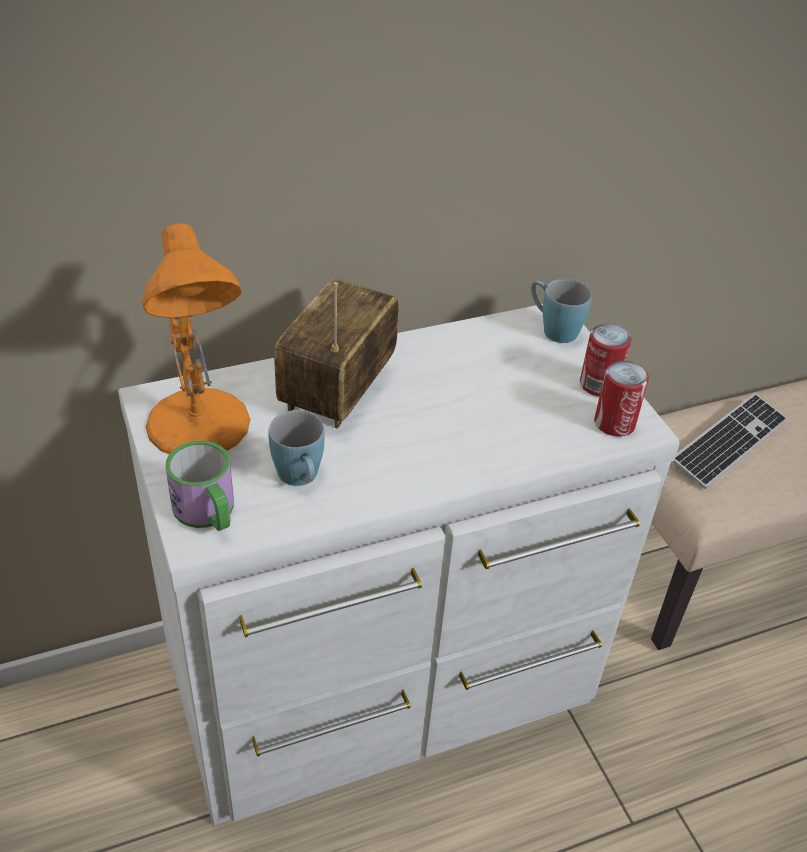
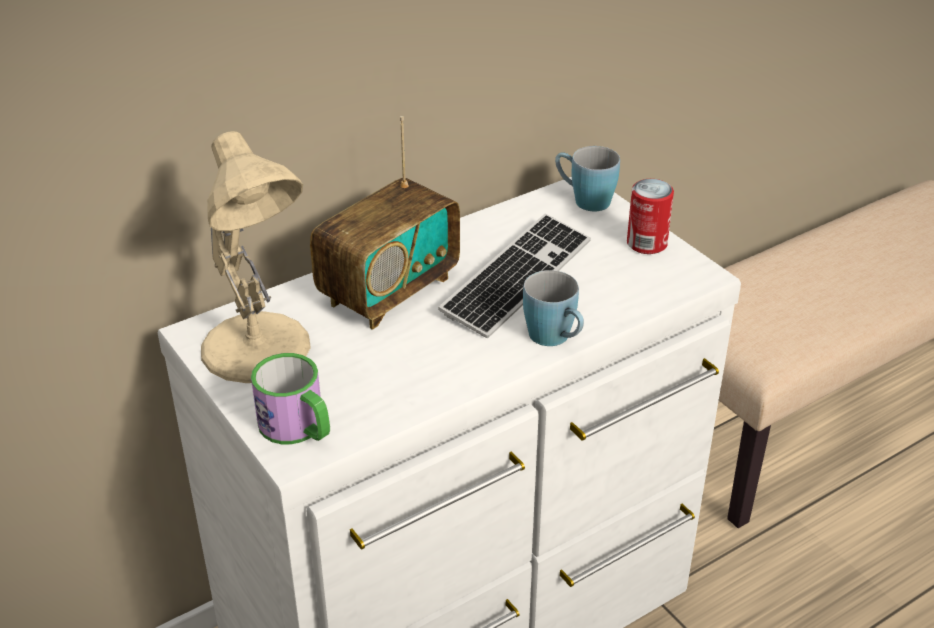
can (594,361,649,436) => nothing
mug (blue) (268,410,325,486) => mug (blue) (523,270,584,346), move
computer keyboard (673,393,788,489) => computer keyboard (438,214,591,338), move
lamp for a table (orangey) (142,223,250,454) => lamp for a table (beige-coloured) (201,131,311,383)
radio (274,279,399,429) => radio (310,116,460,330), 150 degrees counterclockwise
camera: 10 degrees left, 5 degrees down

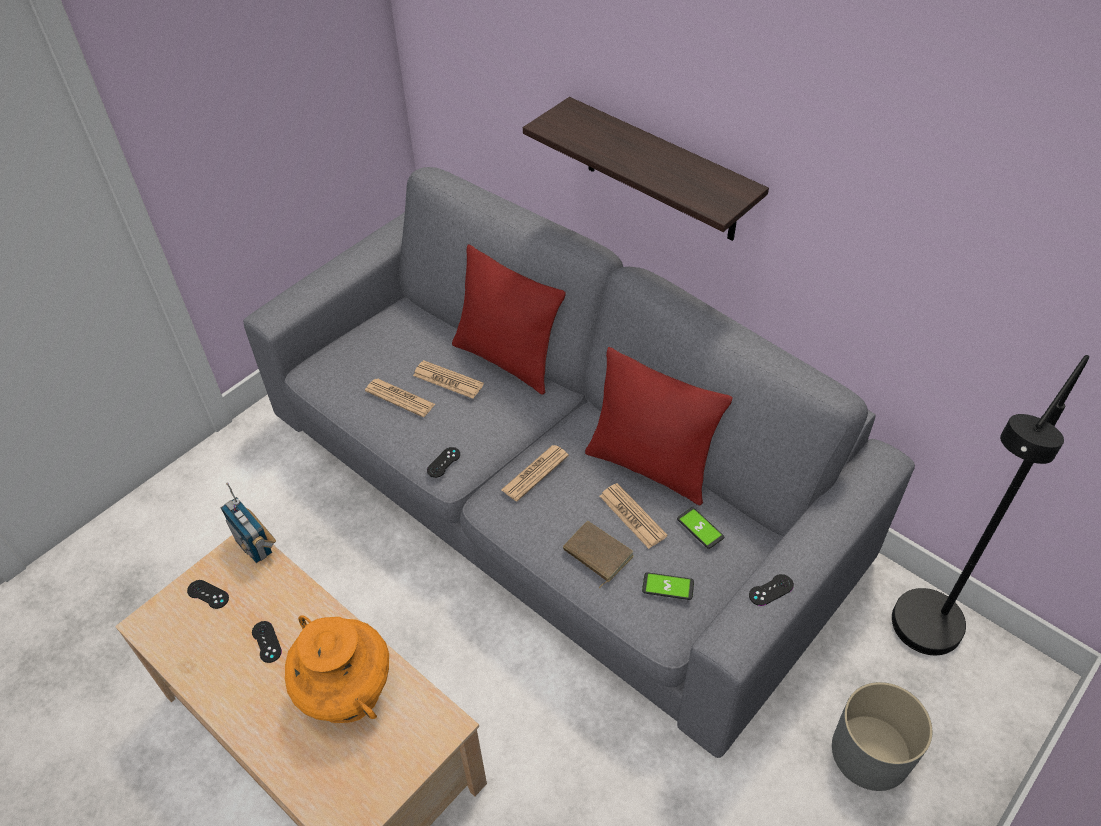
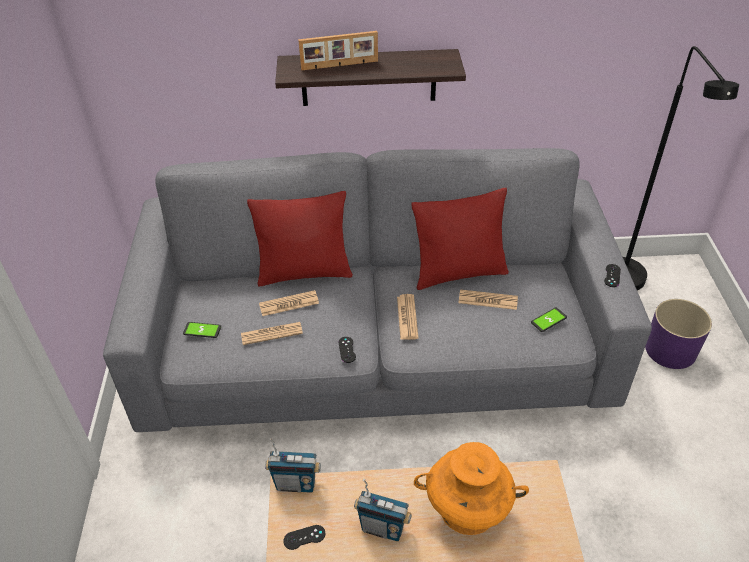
bound book (brown) (563,521,634,589) => nothing
nothing => photo frame (298,31,378,70)
telephone (677,507,724,549) => telephone (183,322,221,338), move
gamepad (black-coloured) (252,621,282,663) => radio (354,479,412,541)
plant pot (gray) (832,682,932,791) => plant pot (purple-coloured) (645,299,712,369)
camera: 45 degrees left, 5 degrees down

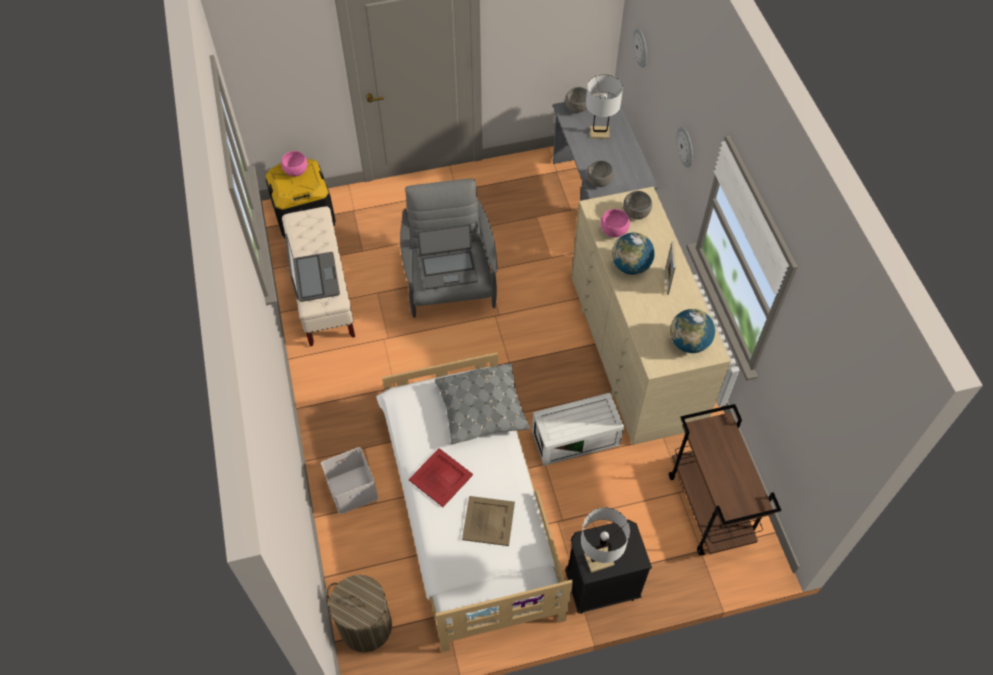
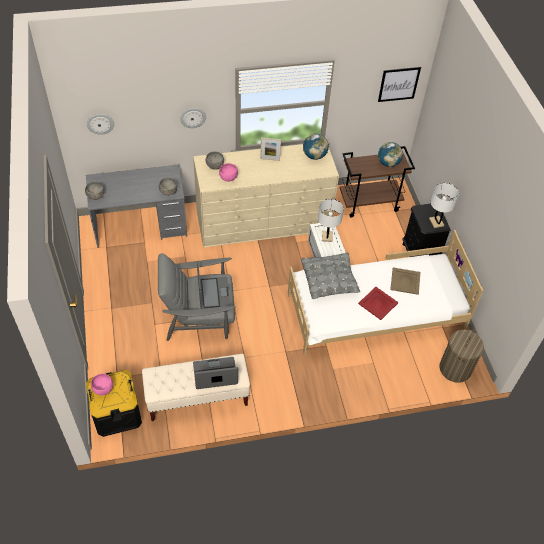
storage bin (white-coloured) (321,447,379,514) => nothing
nothing => picture (378,67,421,102)
lamp for a table (white-coloured) (586,75,623,139) => lamp for a table (white-coloured) (318,199,344,242), move
desk globe (612,233,655,275) => desk globe (378,142,403,167), move
camera: 90 degrees left, 5 degrees down

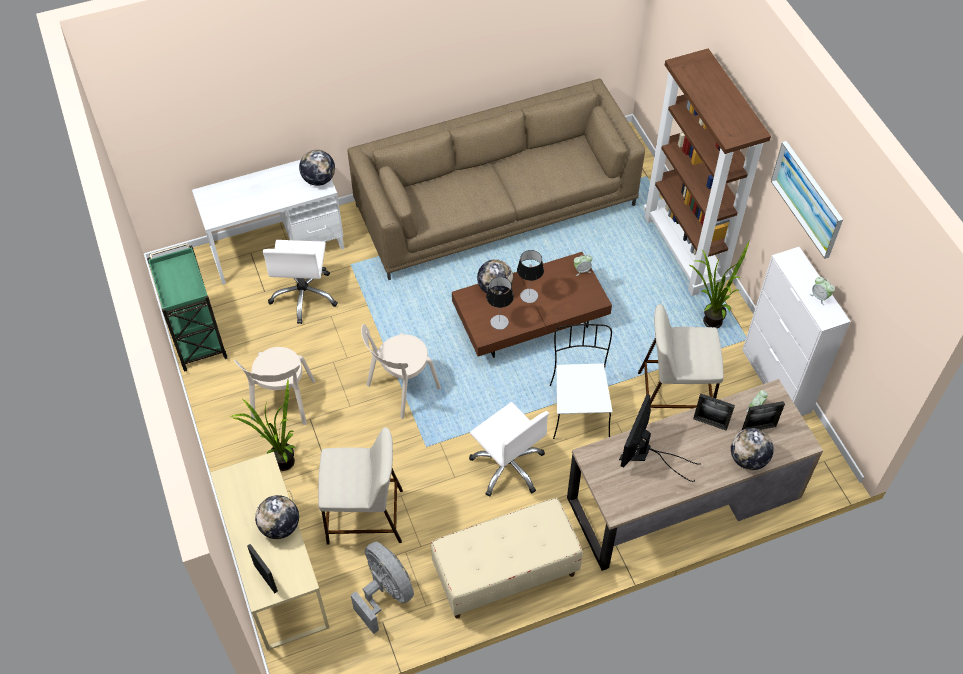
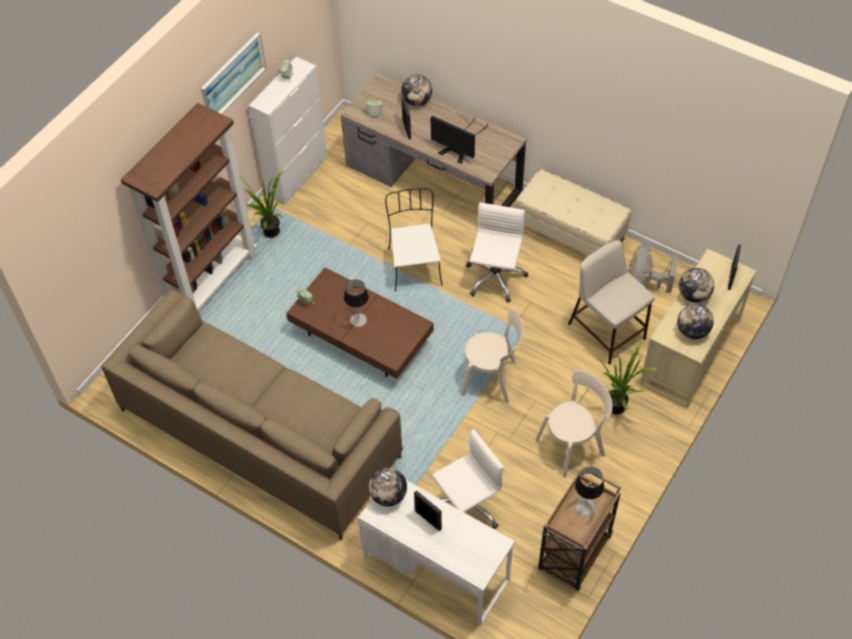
stool seat (beige-coloured) (638,304,724,408) => nothing
desk globe (477,259,513,294) => desk globe (677,304,714,339), move
lamp for a table (486,277,514,330) => lamp for a table (575,467,604,516), move
photo frame (742,401,785,430) => photo frame (414,490,442,531), move
trolley (green) (147,243,227,372) => trolley (brown) (538,471,621,591)
plain chair (white-coloured) (550,324,613,439) => plain chair (white-coloured) (385,188,443,292), 120 degrees clockwise
computer screen (619,394,701,482) => computer screen (431,116,488,164), 45 degrees clockwise
camera: 125 degrees left, 0 degrees up

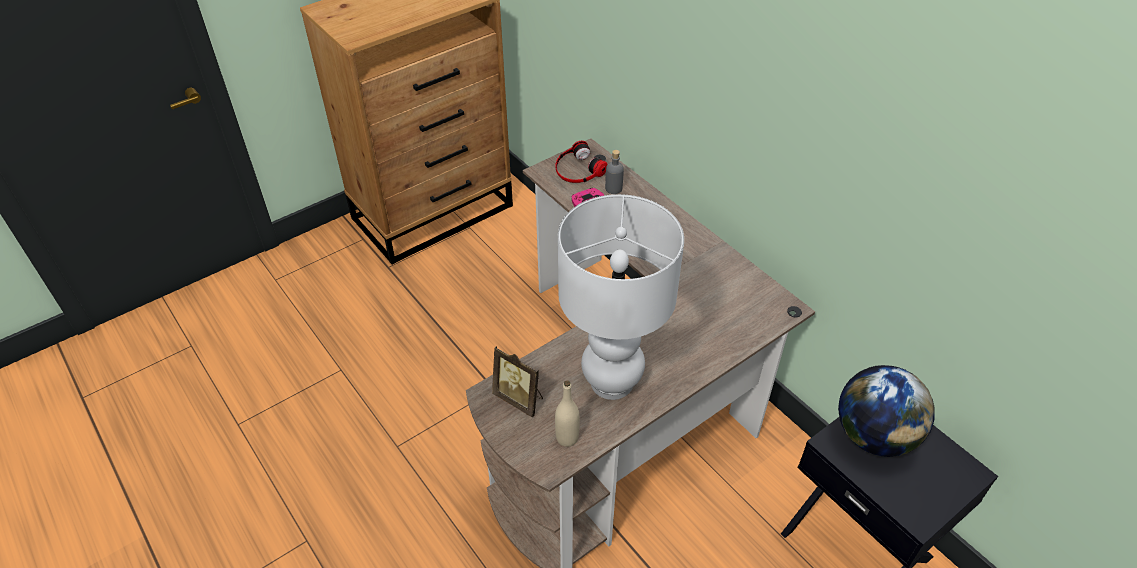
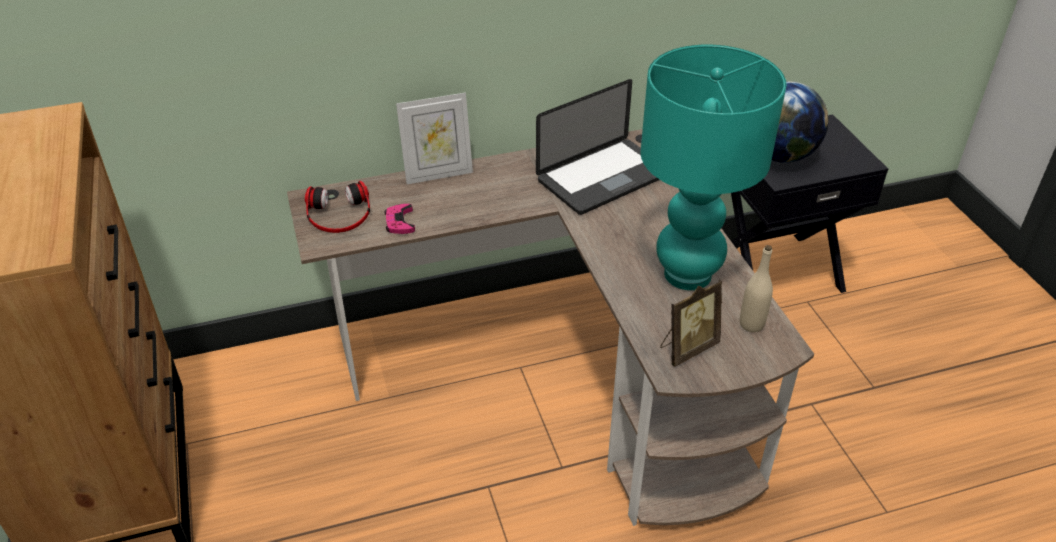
beverage bottle (gray) (605,150,624,194) => nothing
nothing => photo frame (396,92,473,184)
nothing => laptop (536,79,660,215)
lamp for a table (white-coloured) (558,194,684,400) => lamp for a table (blue-green) (640,45,787,290)
camera: 70 degrees left, 5 degrees down

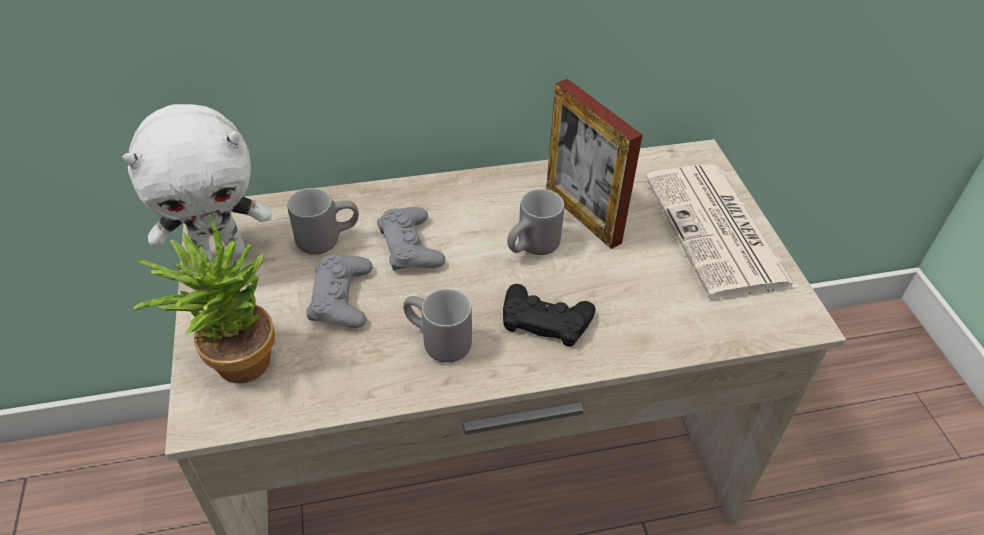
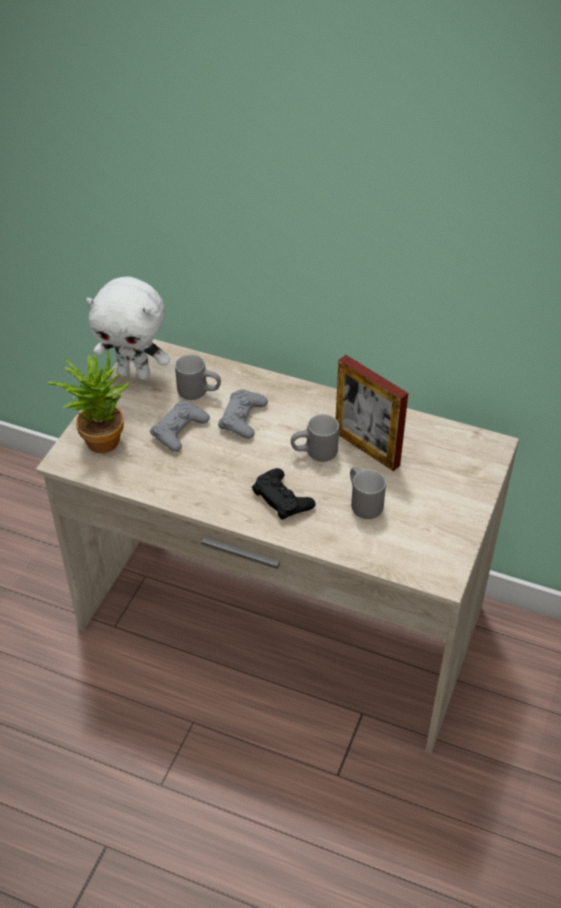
daily paper (645,164,798,299) => nothing
mug (gray) (403,289,472,363) => mug (gray) (350,467,386,519), move
photo frame (546,79,643,249) => photo frame (336,355,408,471), 45 degrees counterclockwise
camera: 35 degrees right, 0 degrees up

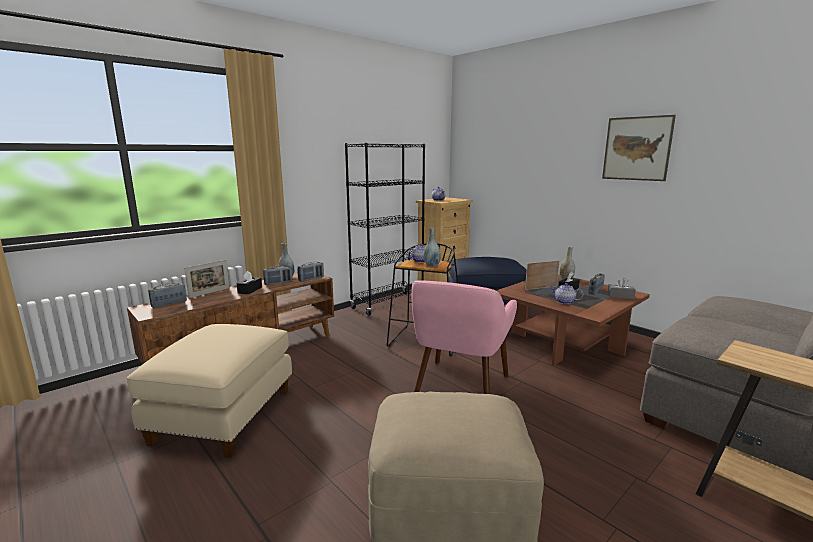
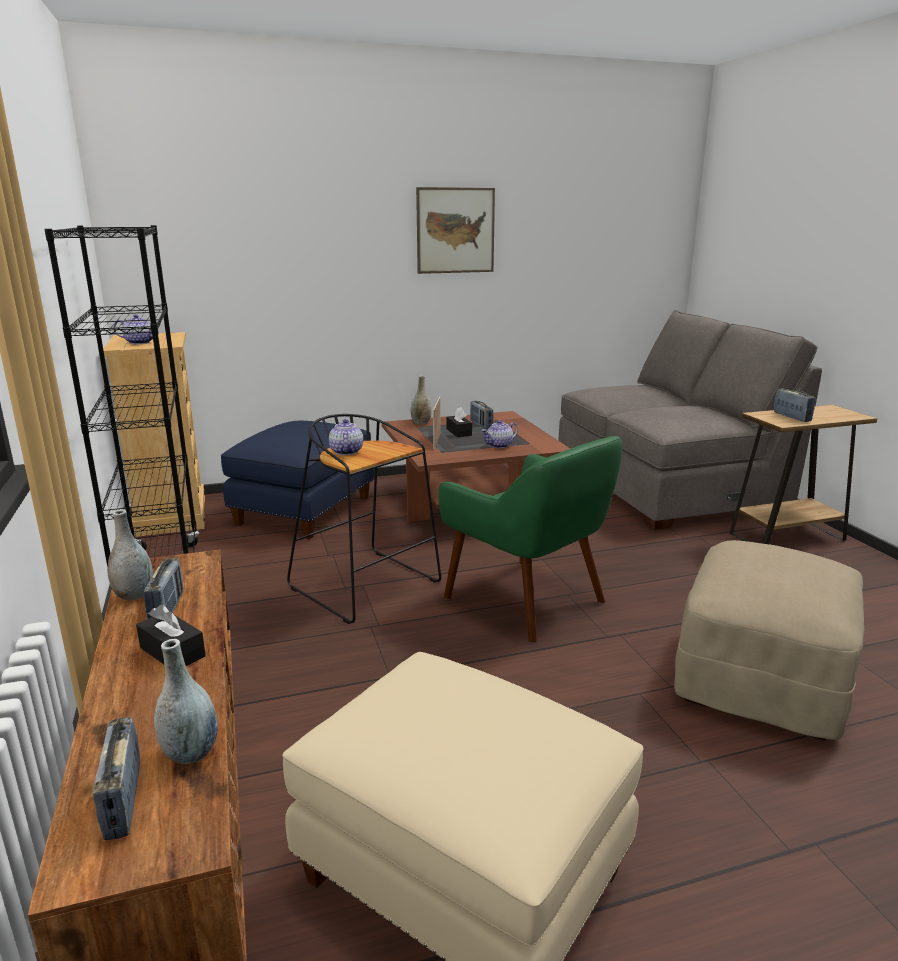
photo frame (184,260,230,298) => nothing
box of tissues (gray) (607,278,636,299) => nothing
radio (298,262,324,282) => radio (774,388,816,422), move
decorative vase (gray) (424,228,441,267) => decorative vase (gray) (154,639,218,764), move
armchair (pinkish) (412,280,517,394) => armchair (green) (438,436,622,643)
camera: 65 degrees left, 5 degrees up

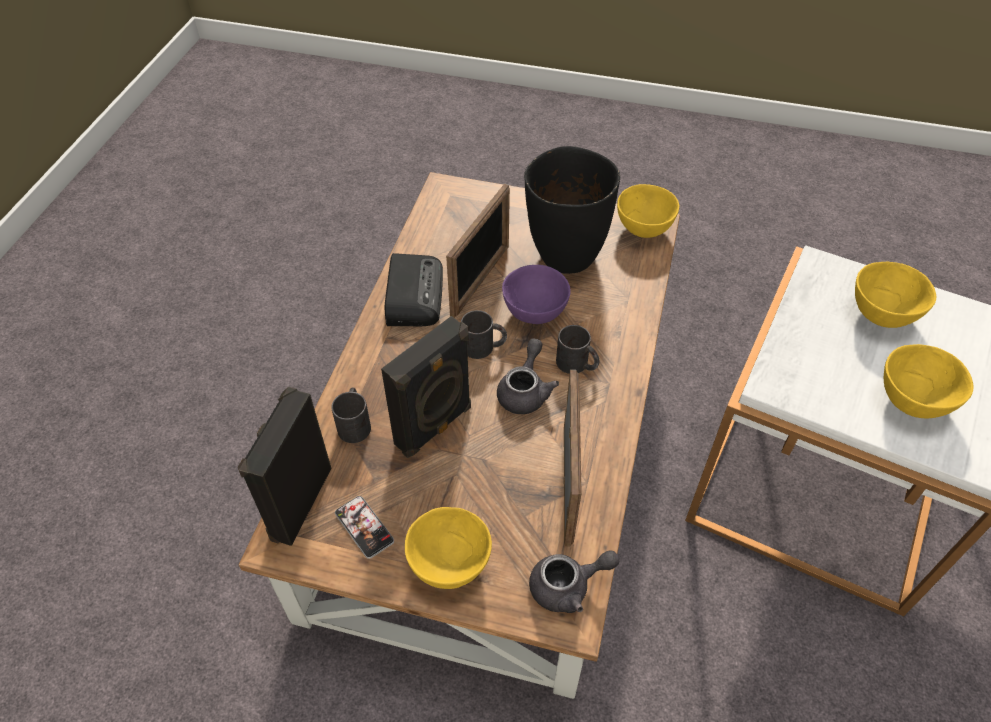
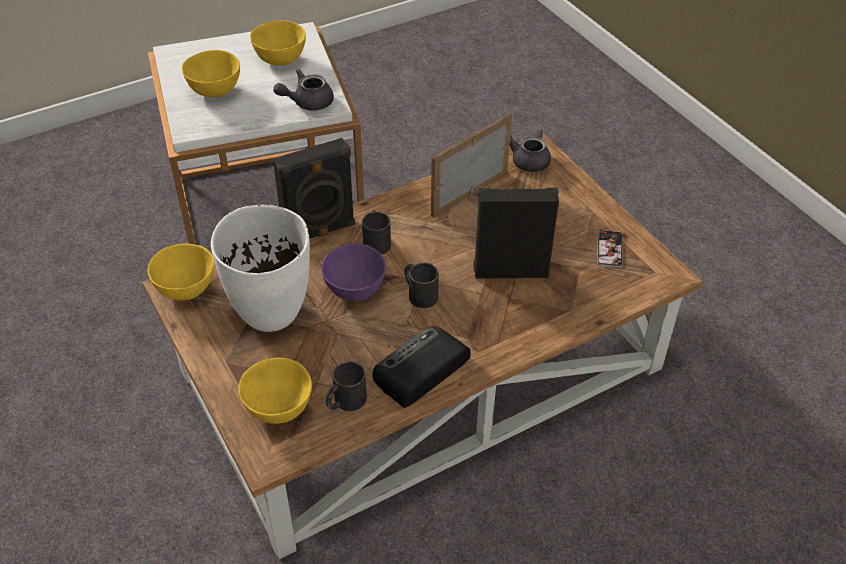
photo frame (446,183,510,318) => nothing
audio speaker (black-coloured) (238,386,331,546) => audio speaker (black-coloured) (273,138,355,239), move
mug (black-coloured) (331,387,371,443) => mug (black-coloured) (326,361,367,411), move
bowl (yellow-coloured) (405,507,492,589) => bowl (yellow-coloured) (238,358,312,424), move
teapot (gray) (497,338,559,414) => teapot (gray) (273,69,334,111), move
decorative vase (black-coloured) (524,146,620,274) => decorative vase (white-coloured) (211,205,310,332)
camera: 135 degrees left, 5 degrees down

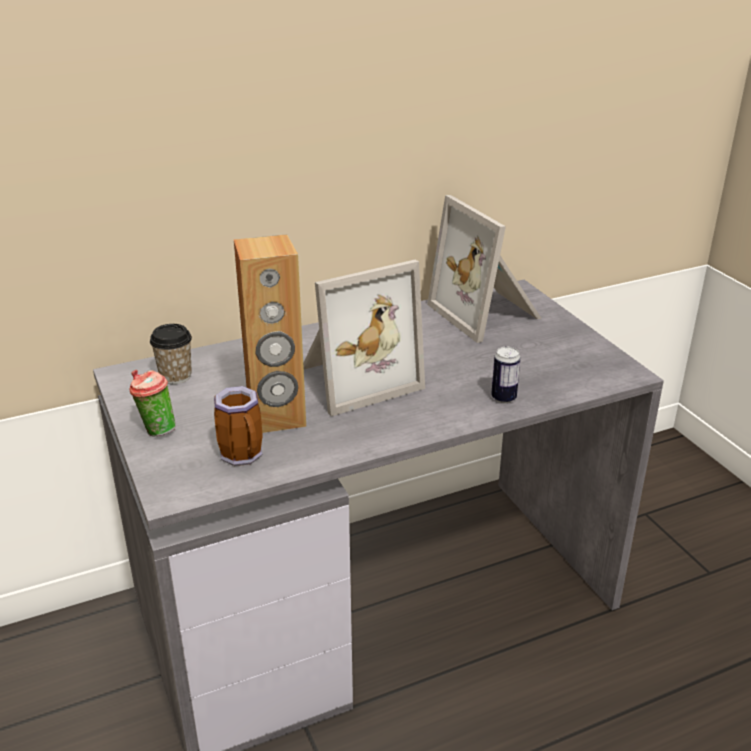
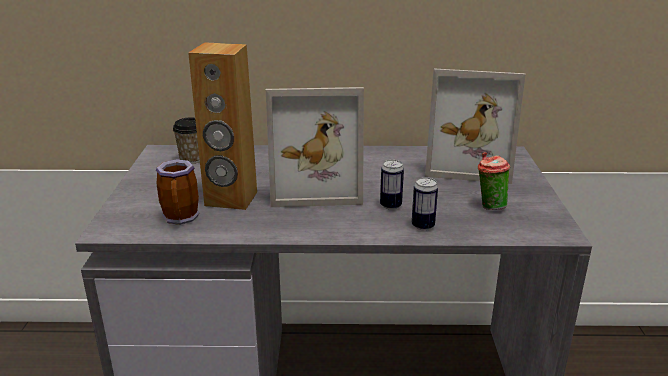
nothing => can (380,160,404,210)
drinking cup (130,370,175,437) => drinking cup (478,152,510,210), move
photo frame (427,195,542,343) => photo frame (425,69,526,184), 75 degrees counterclockwise
camera: 25 degrees right, 5 degrees down

